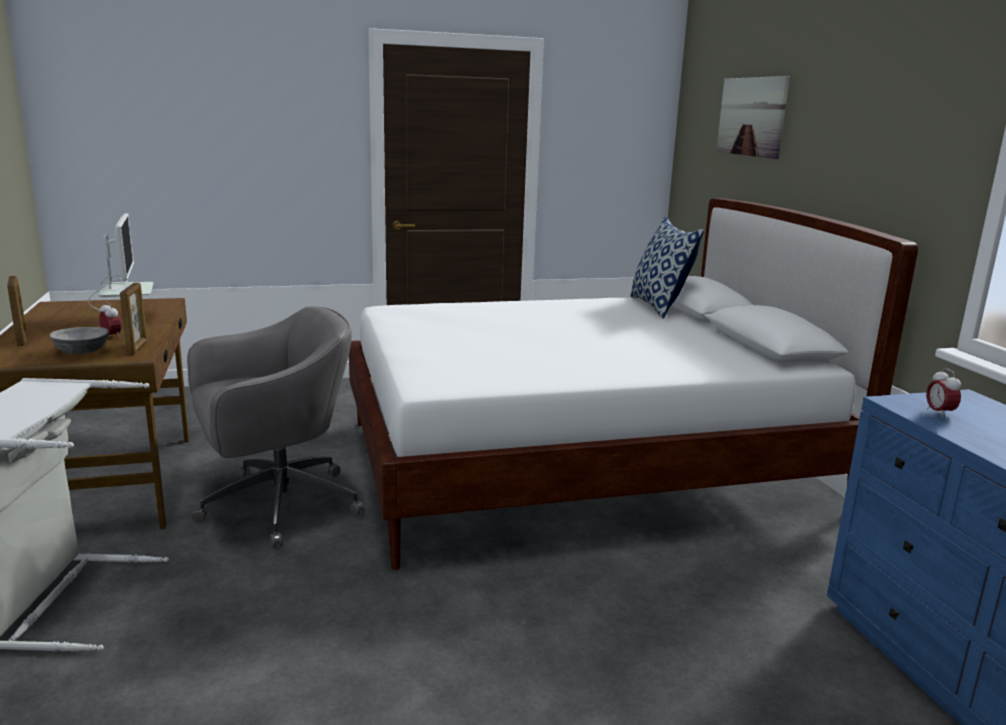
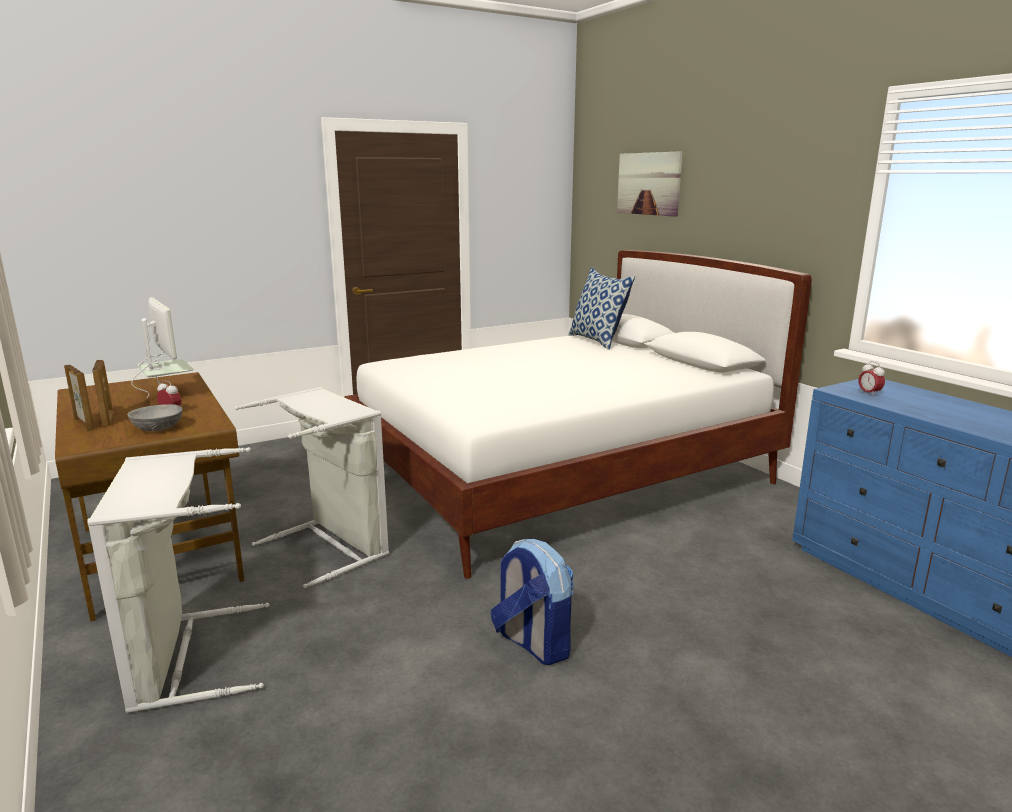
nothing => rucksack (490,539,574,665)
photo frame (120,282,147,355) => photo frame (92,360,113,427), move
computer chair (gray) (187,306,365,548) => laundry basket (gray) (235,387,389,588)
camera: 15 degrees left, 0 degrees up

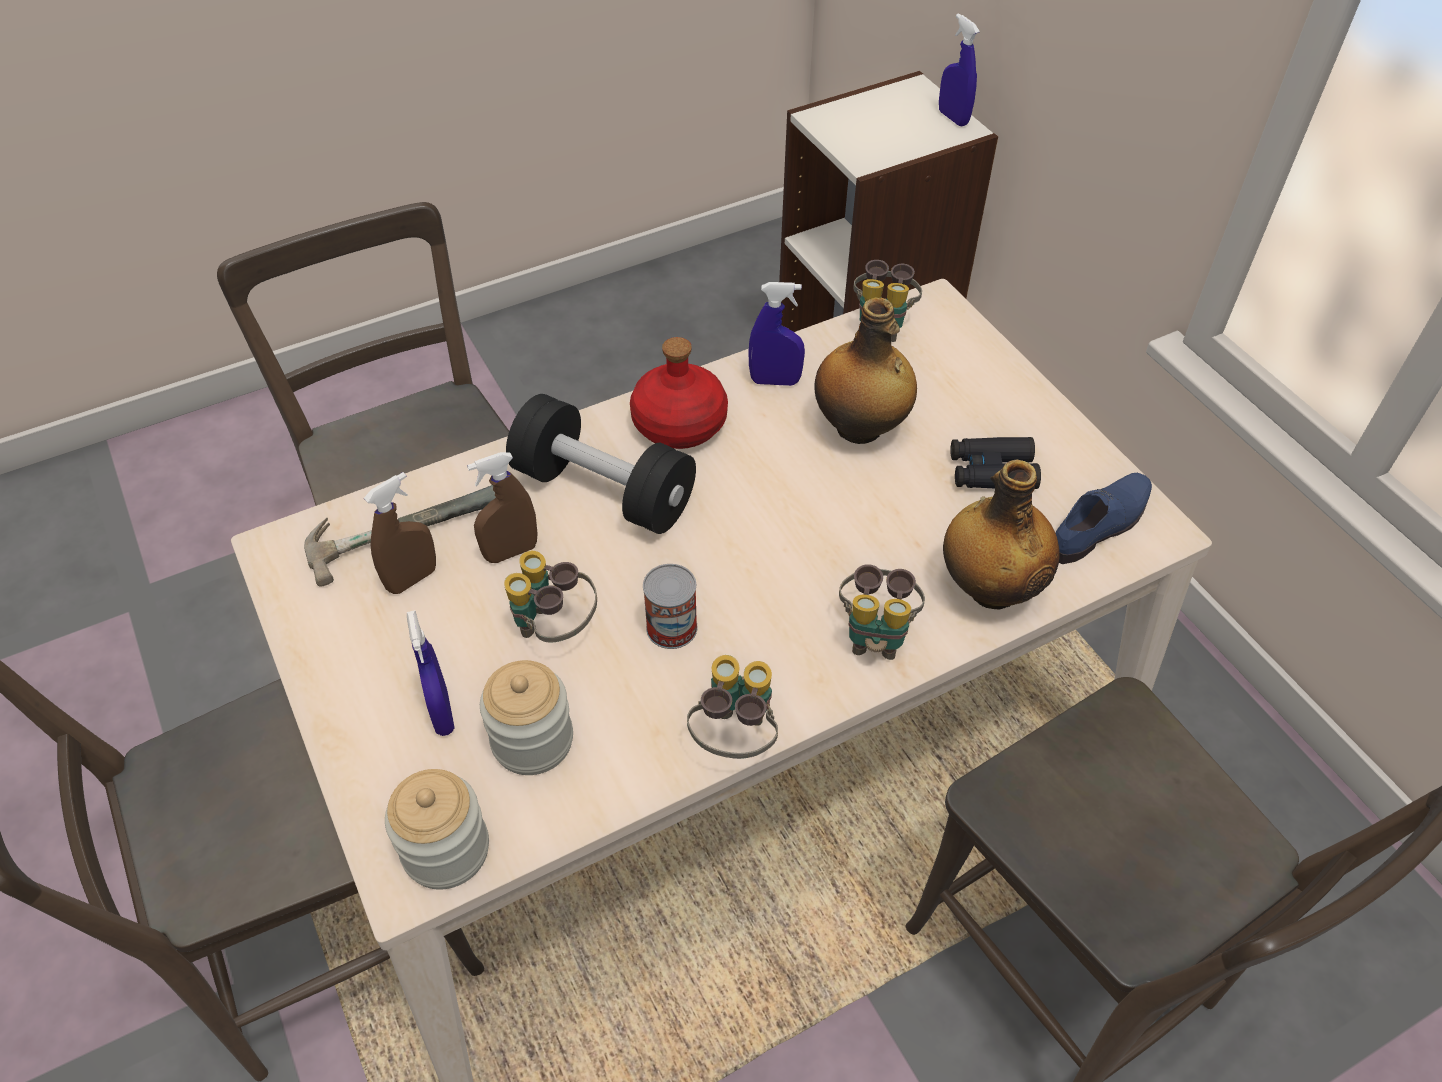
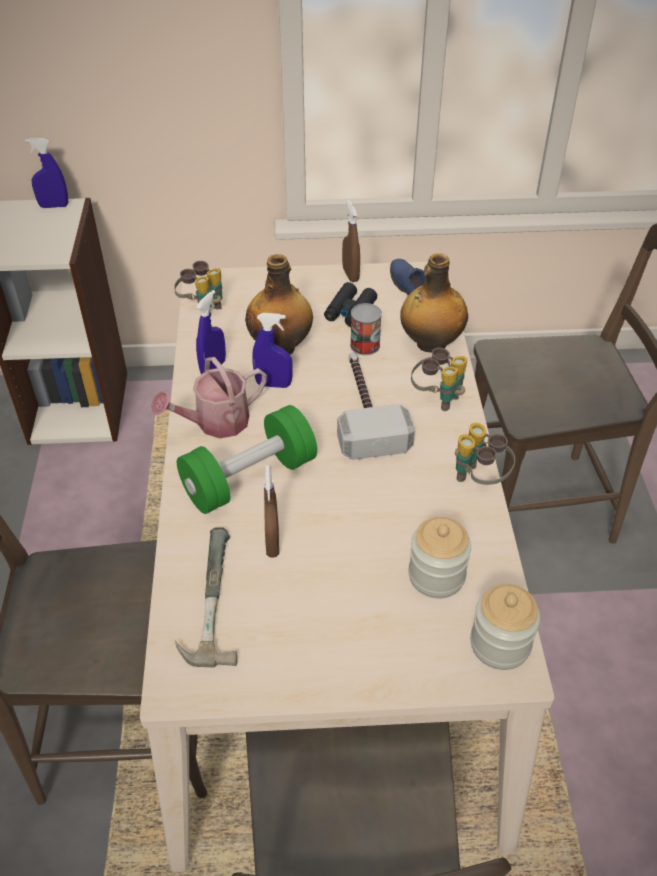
pair of binoculars (504,551,597,642) => nothing
nothing => hand hammer (337,352,415,460)
hand sprayer (brown) (364,472,436,594) => hand sprayer (brown) (342,200,360,282), move
hand sprayer (blue) (407,610,455,736) => hand sprayer (blue) (252,313,293,388), move
can (643,564,697,649) => can (350,303,382,355), move
beverage bottle (red-coloured) (630,337,728,449) => watering can (151,357,267,438)
dumbbell (black-coloured) (506,394,696,534) => dumbbell (green) (177,405,317,514)
camera: 65 degrees left, 5 degrees down

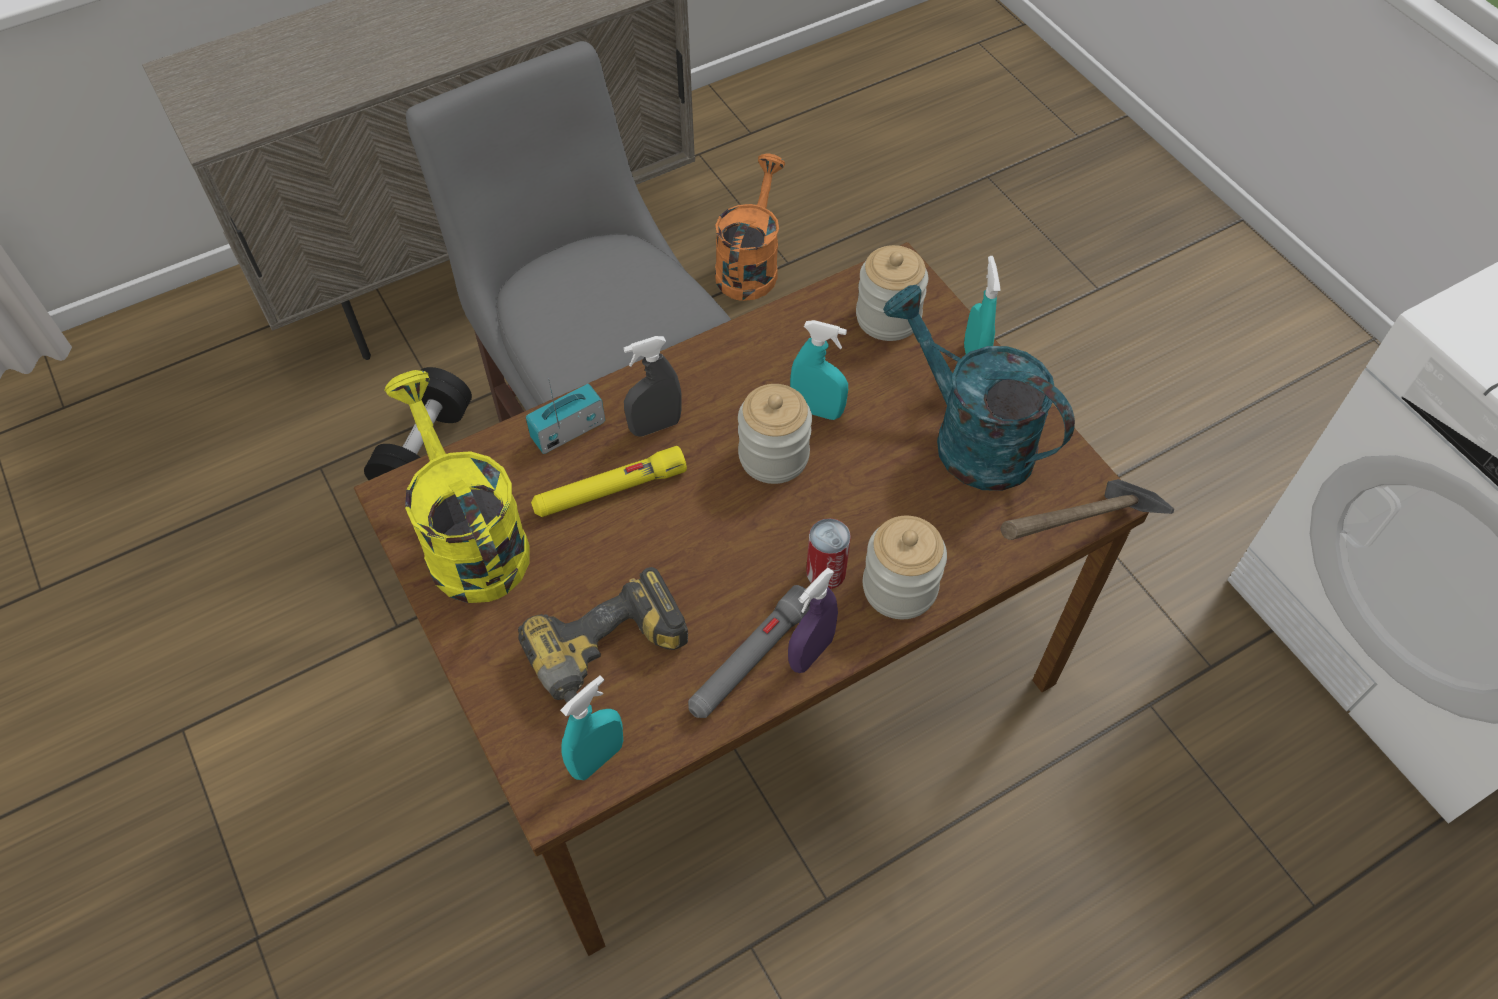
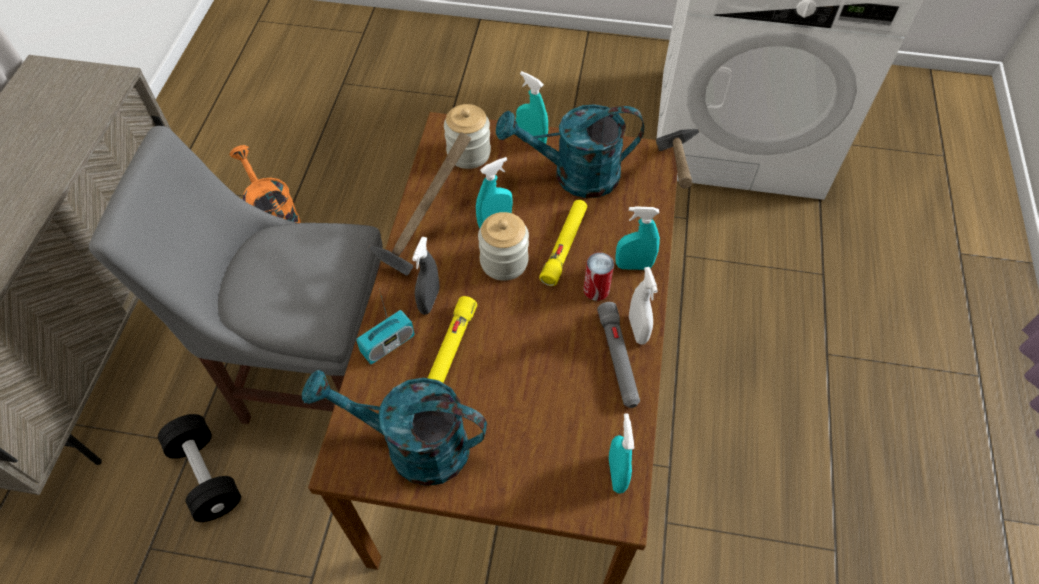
electric drill (518,567,688,703) => nothing
nothing => hand hammer (368,132,471,276)
nothing => hand torch (yellow-coloured) (539,200,587,286)
preserve jar (863,516,947,619) => hand sprayer (blue-green) (615,206,660,270)
watering can (yellow-coloured) (384,370,530,603) => watering can (blue-green) (302,369,487,486)
hand sprayer (purple-coloured) (788,568,838,673) => hand sprayer (white-coloured) (629,267,658,345)
radio (526,382,605,454) => radio (356,289,415,364), 135 degrees counterclockwise
camera: 50 degrees left, 0 degrees up

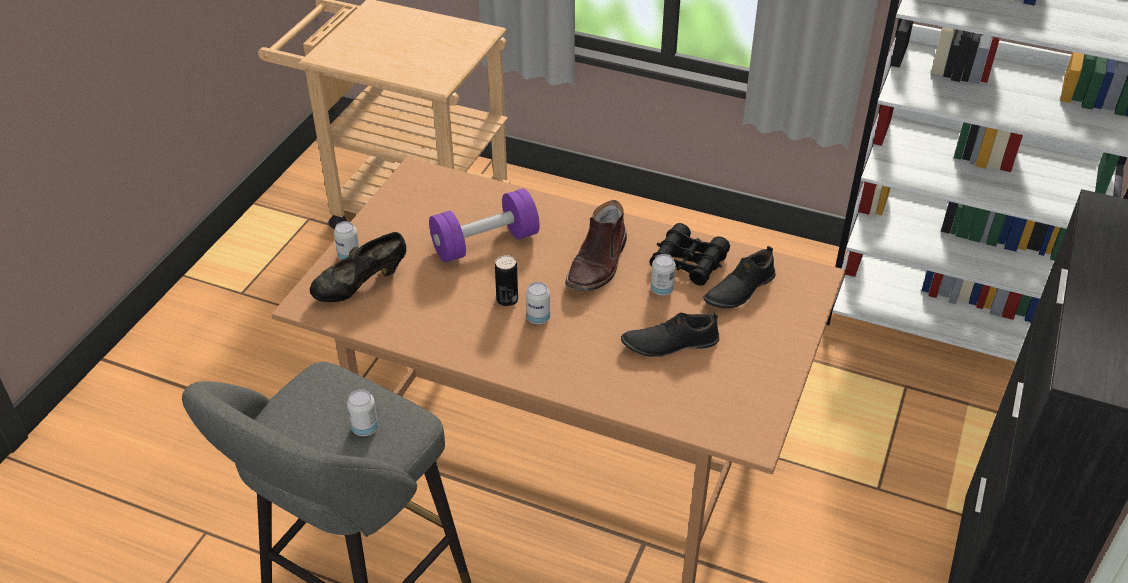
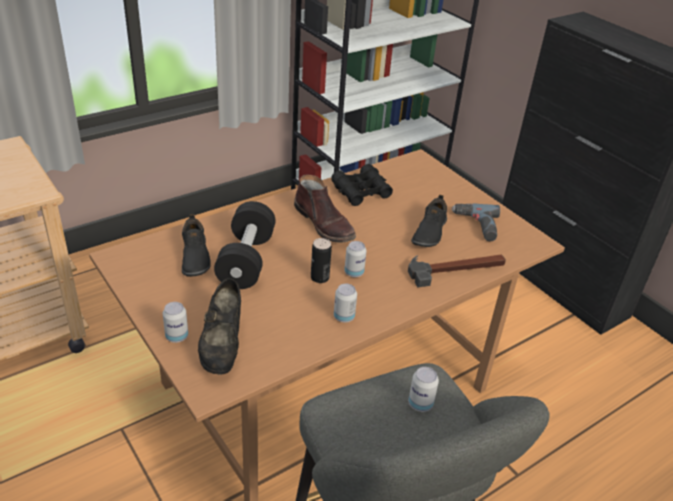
nothing => hand hammer (408,254,506,287)
nothing => electric drill (451,204,500,241)
can (651,254,676,296) => can (334,284,357,323), move
low shoe (black-coloured) (703,246,776,308) => low shoe (black-coloured) (182,214,211,277), move
dumbbell (purple-coloured) (429,189,540,263) => dumbbell (black-coloured) (214,201,275,289)
camera: 60 degrees left, 5 degrees down

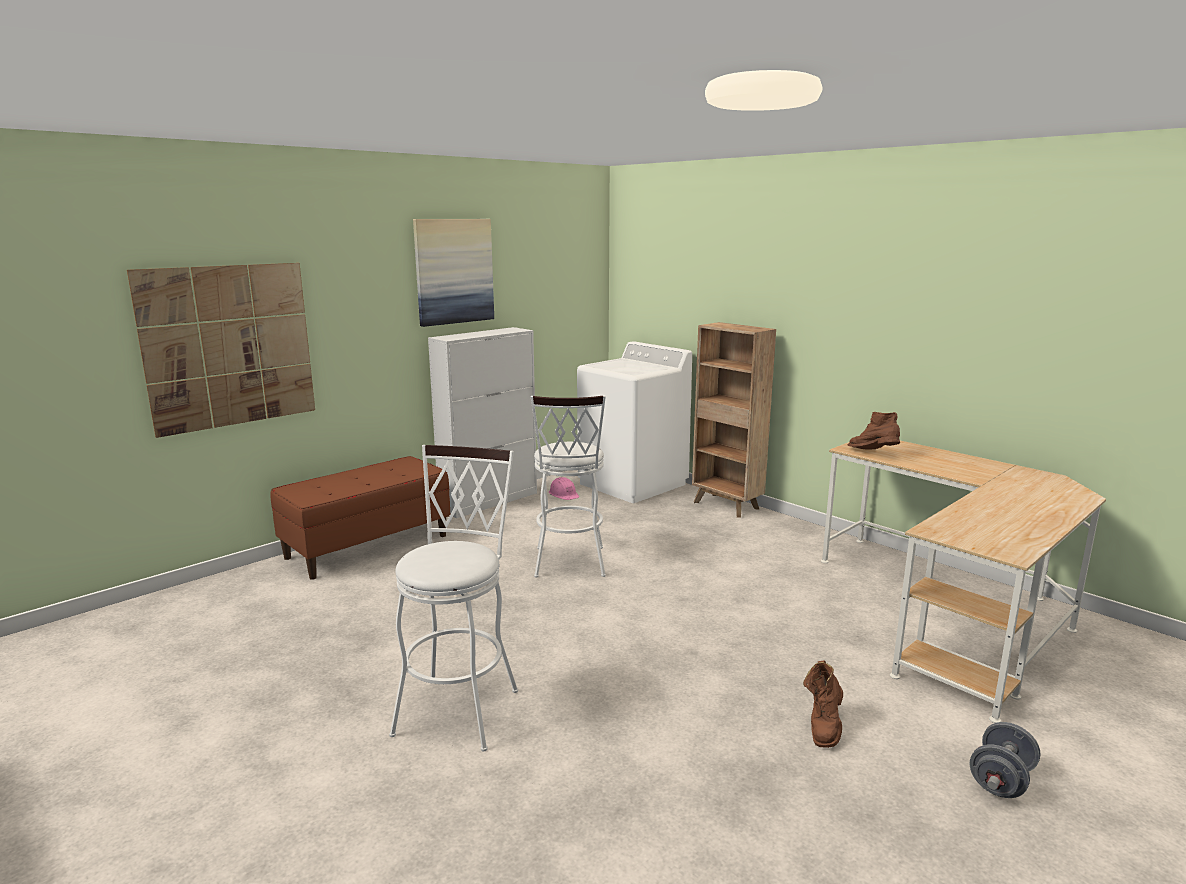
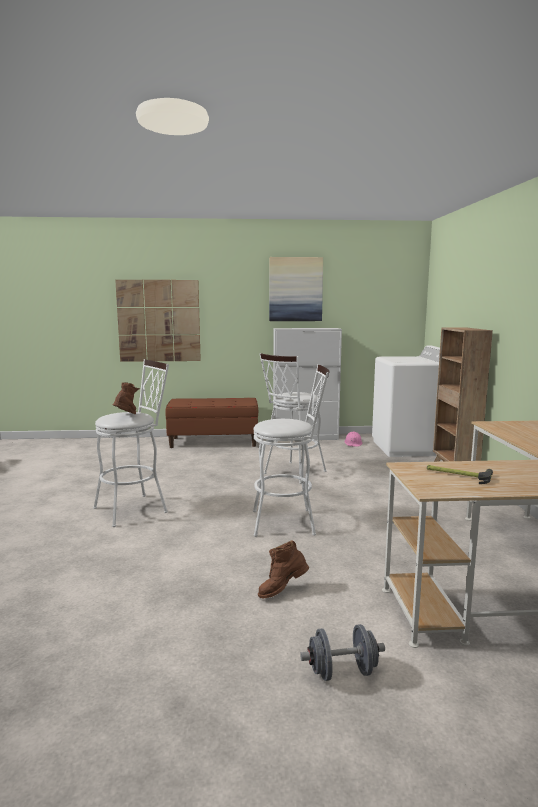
nothing => stool seat (white-coloured) (253,364,330,537)
nothing => hand hammer (427,465,493,484)
tall boot (brown) (847,412,900,449) => tall boot (brown) (113,382,140,414), move
camera: 40 degrees right, 5 degrees down

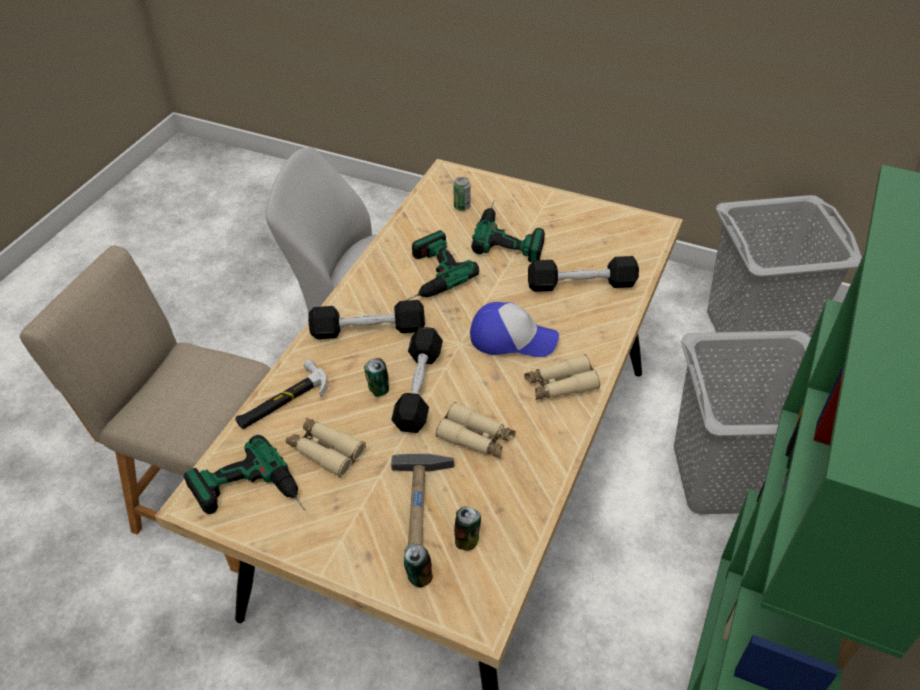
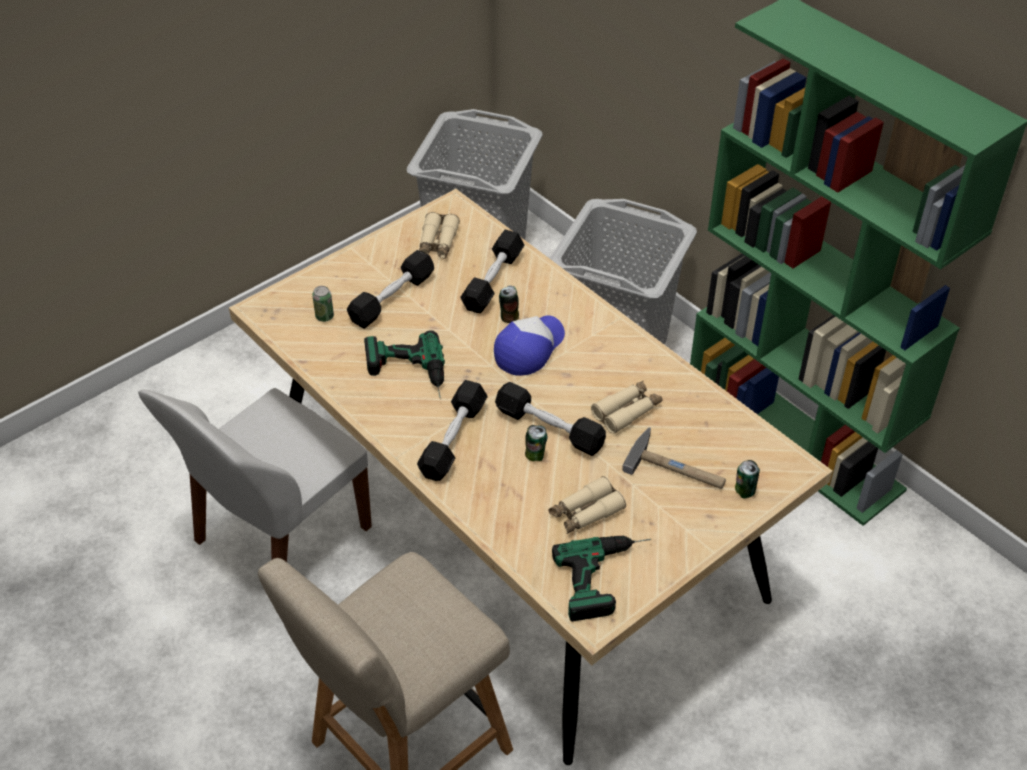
hand hammer (235,360,327,429) => nothing
can (454,507,481,551) => can (499,285,519,323), move
pair of binoculars (beige-coloured) (524,354,600,400) => pair of binoculars (beige-coloured) (419,212,460,259), move
electric drill (471,201,545,263) => dumbbell (black-coloured) (347,250,434,329)
camera: 65 degrees left, 0 degrees up

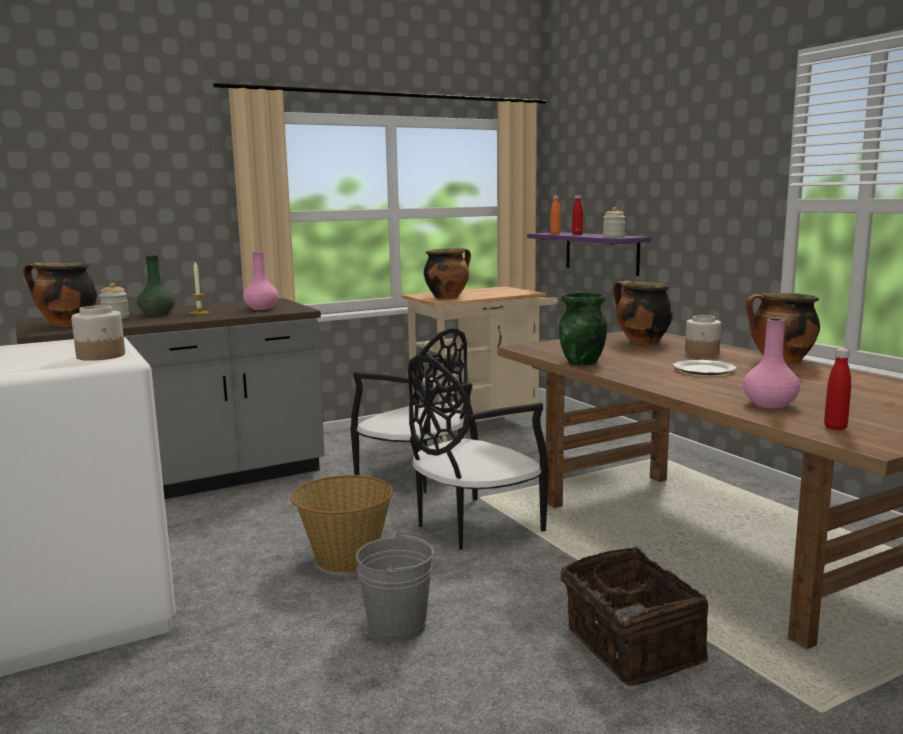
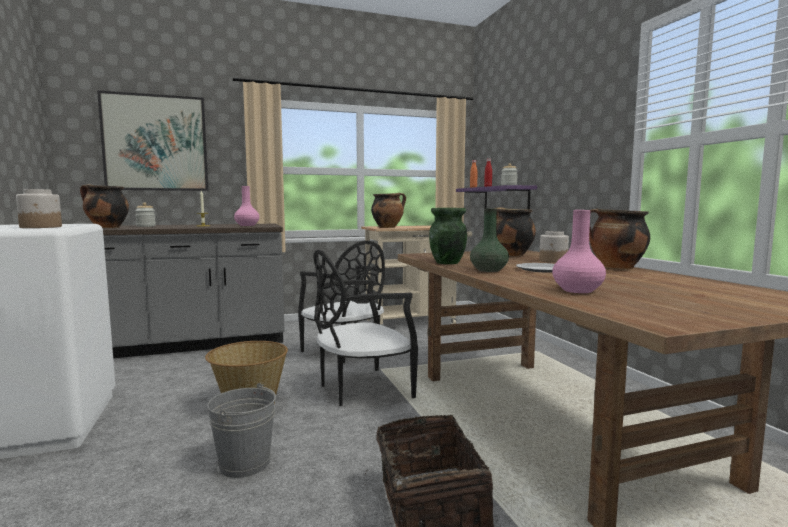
beverage bottle (red-coloured) (824,349,851,430) => nothing
nothing => picture (97,90,209,191)
decorative vase (green) (137,255,175,316) => decorative vase (green) (470,208,509,272), move
camera: 10 degrees right, 5 degrees down

